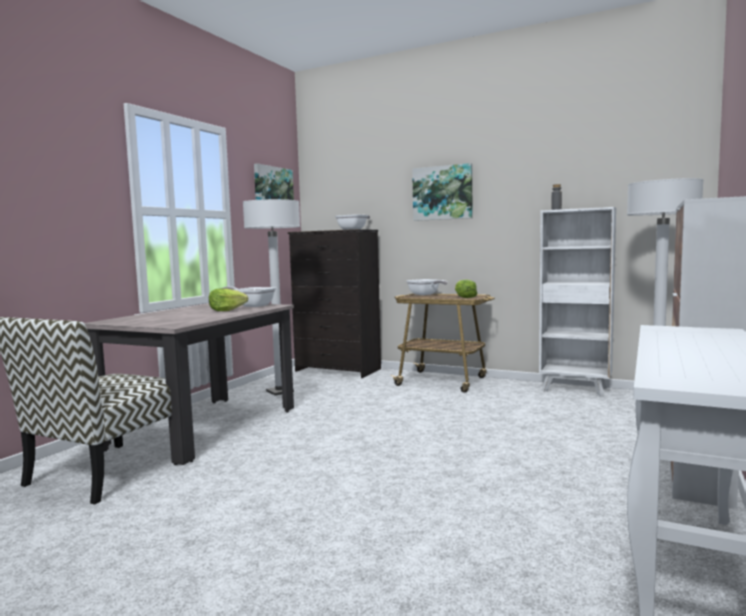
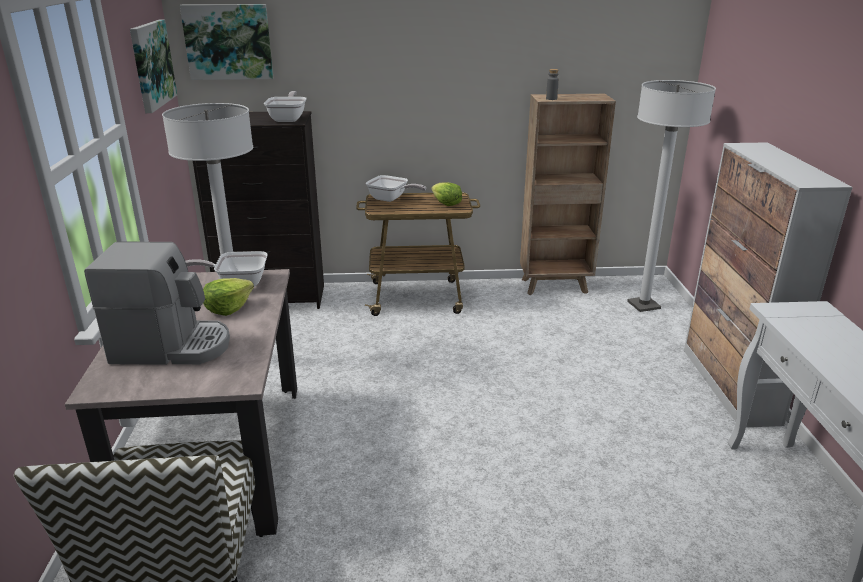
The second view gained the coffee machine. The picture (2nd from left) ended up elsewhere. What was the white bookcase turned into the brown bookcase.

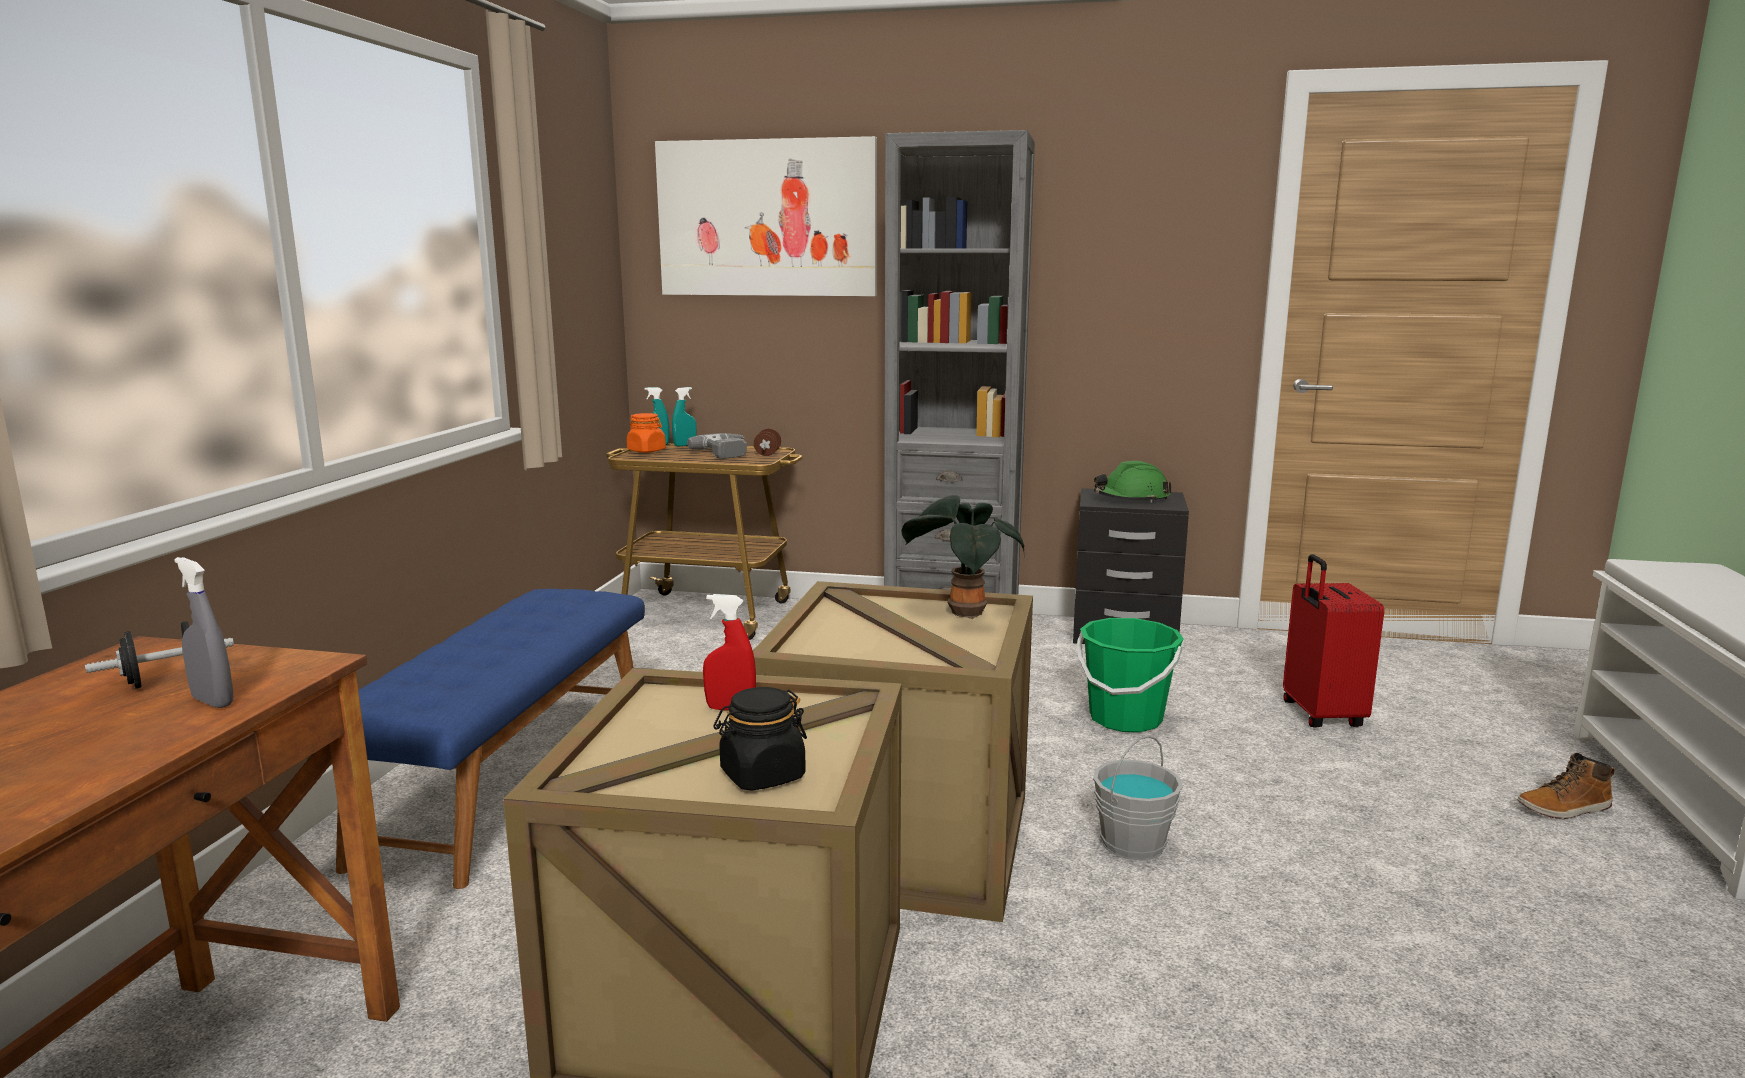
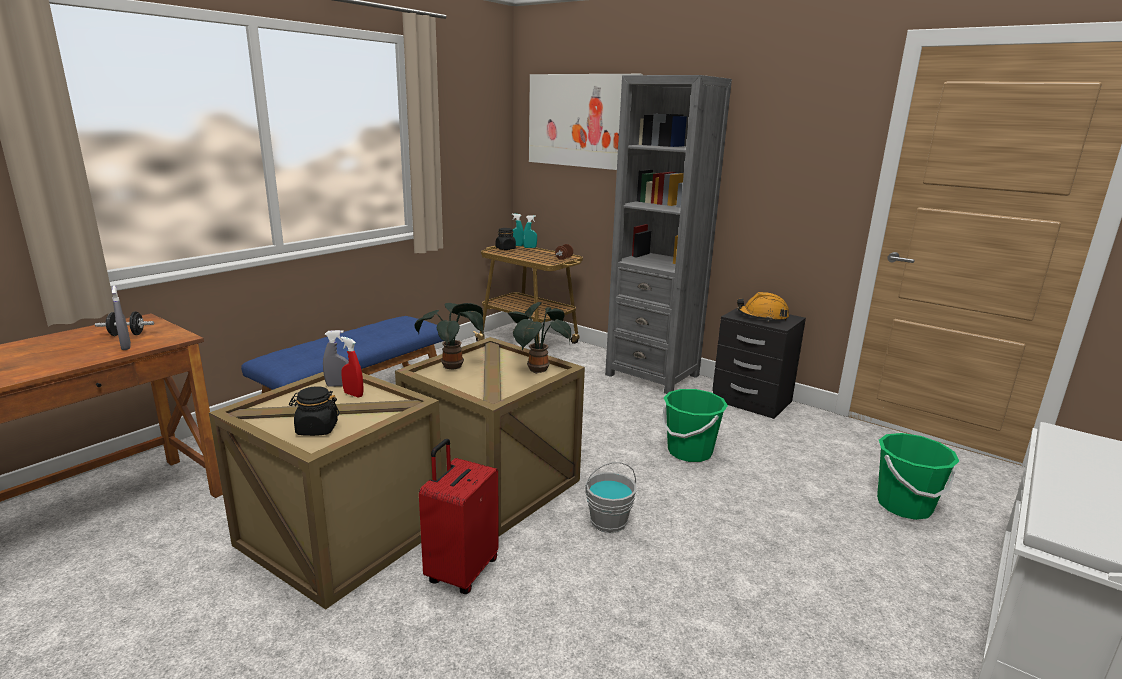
The second view lost the power drill. The second view lost the boot. The second view gained the grey spray bottle (2nd from left). The second view gained the potted plant (1st from left). The second view gained the green bucket (2nd from left). The red suitcase ended up elsewhere. What was the orange jar turned into the black jar (2nd from left). What was the green hard hat turned into the orange hard hat.

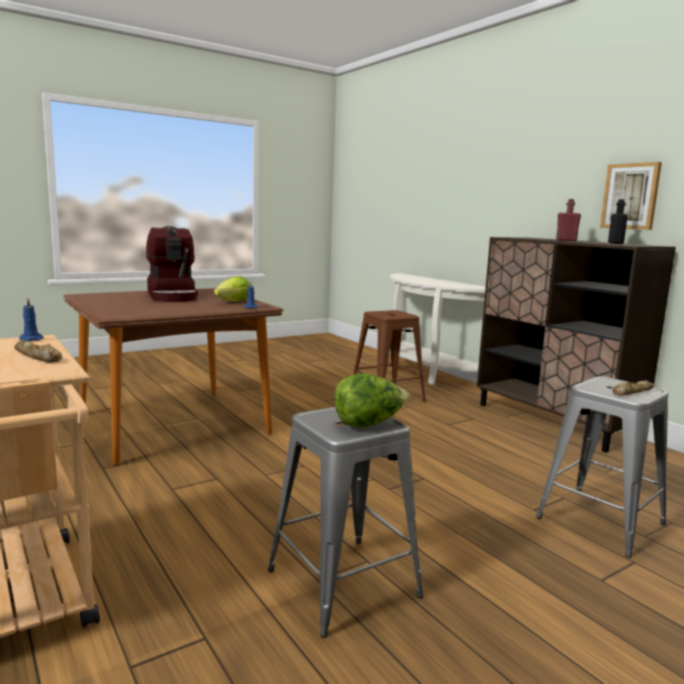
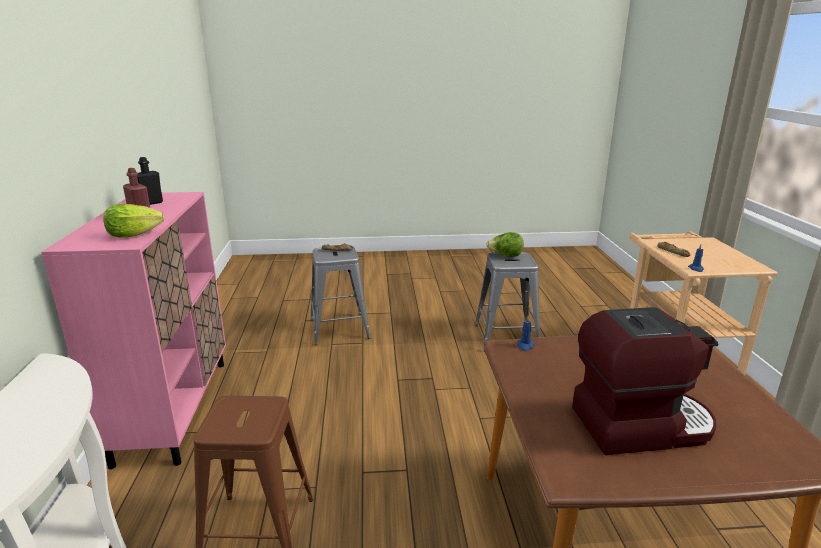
The second view lost the picture. The lettuce (1st from left) ended up elsewhere. What was the brown cabinet turned into the pink cabinet. The coffee machine ended up facing another way, 75 degrees clockwise from before.

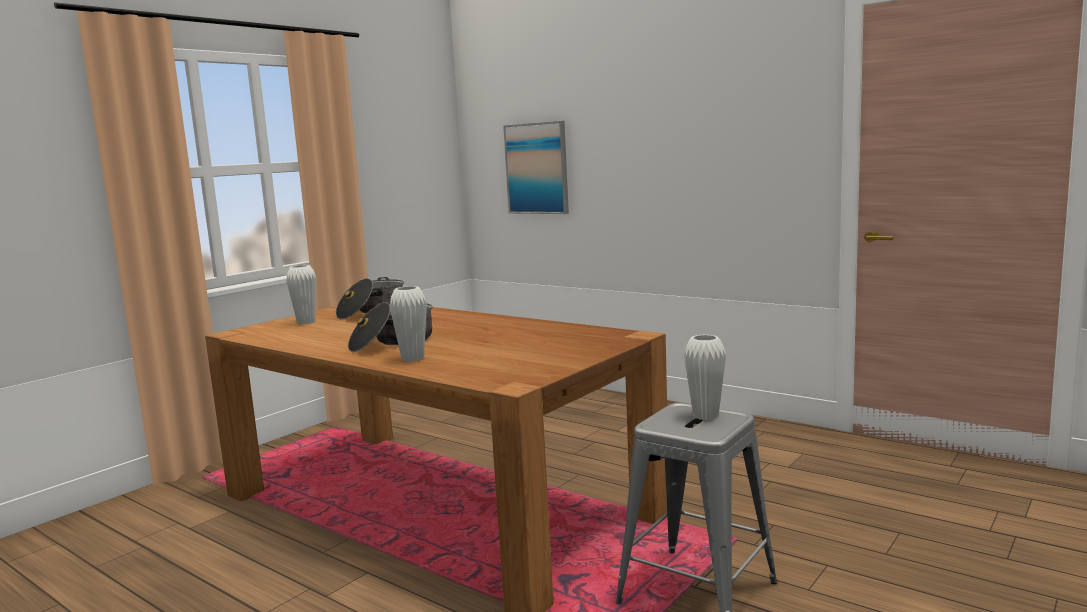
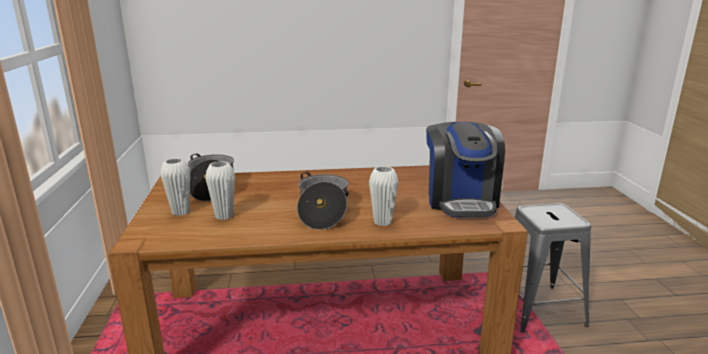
The second view lost the picture. The second view gained the coffee machine. The white vase (3rd from left in the first image) ended up elsewhere.

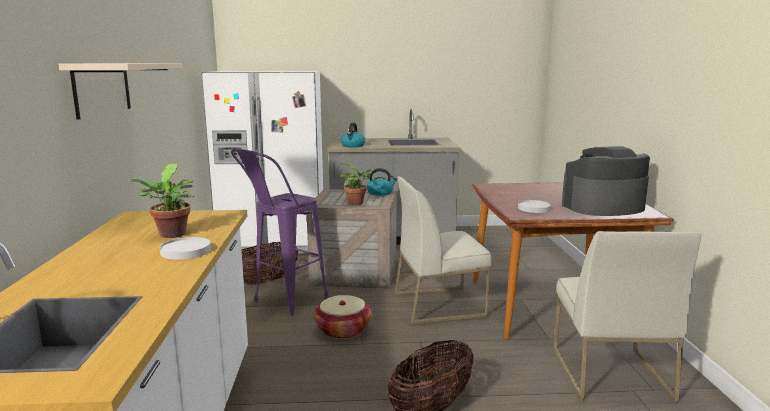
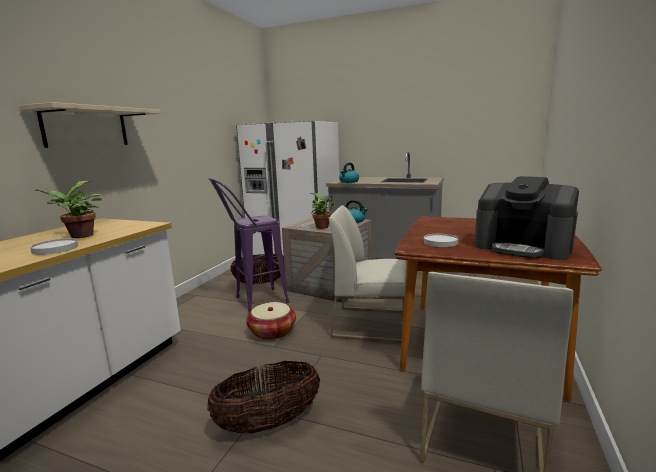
The coffee machine ended up facing another way, 150 degrees counterclockwise from before.

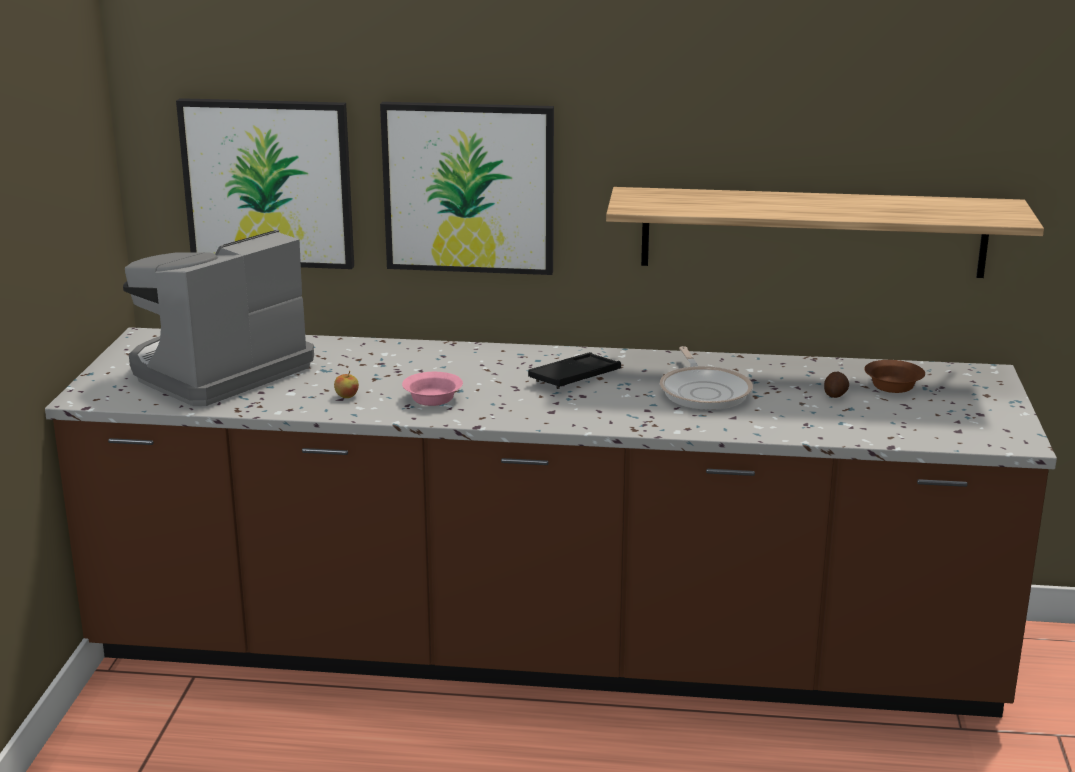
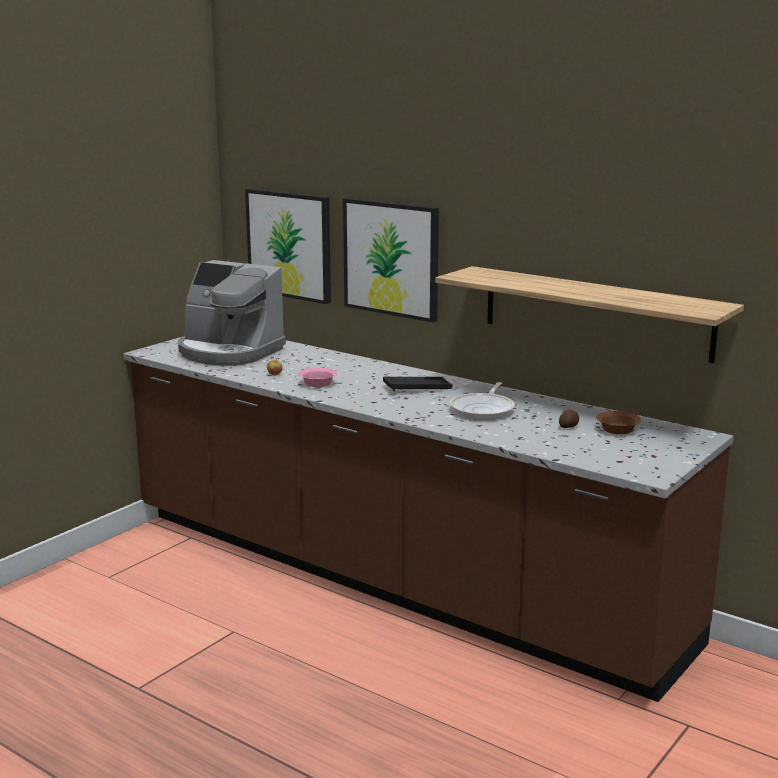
The coffee machine ended up facing another way, 135 degrees counterclockwise from before.

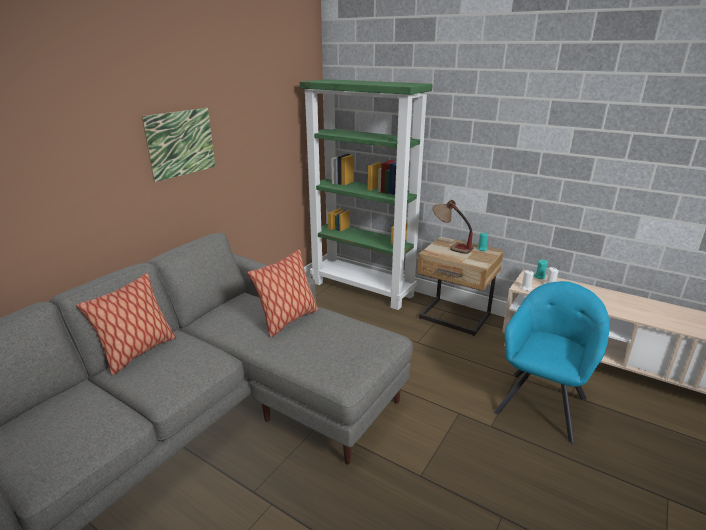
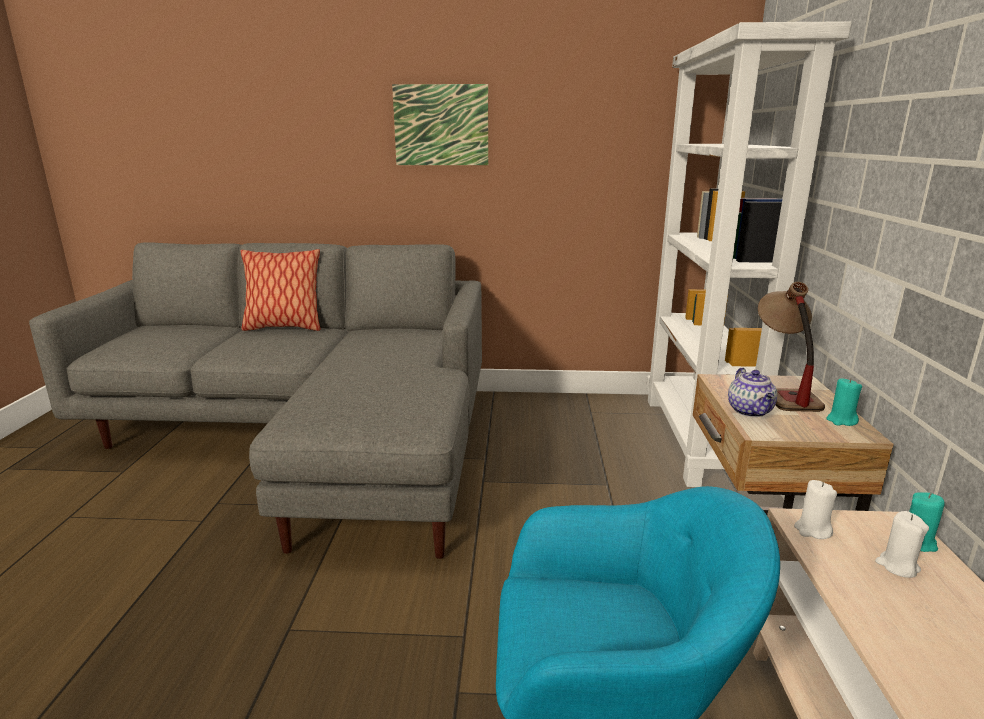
The second view lost the pillow (2nd from left). The second view gained the teapot. What was the green bookcase turned into the white bookcase.

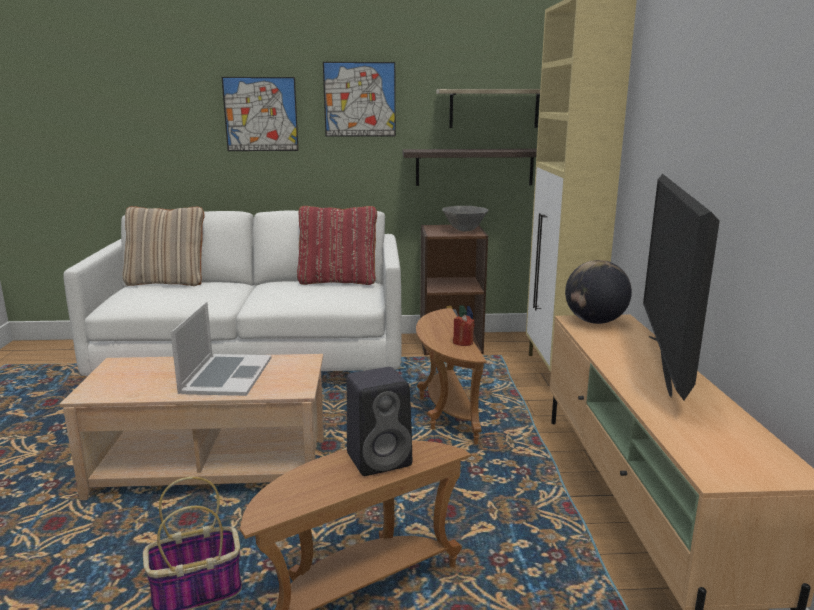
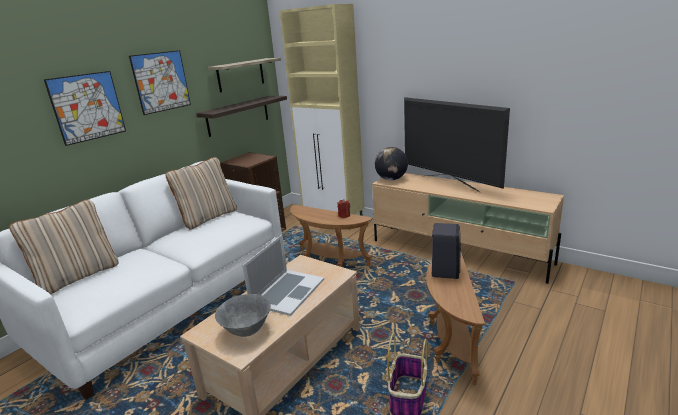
The grey bowl ended up elsewhere. What was the red pillow turned into the beige pillow (2nd from left). The laptop ended up facing another way, 75 degrees clockwise from before.

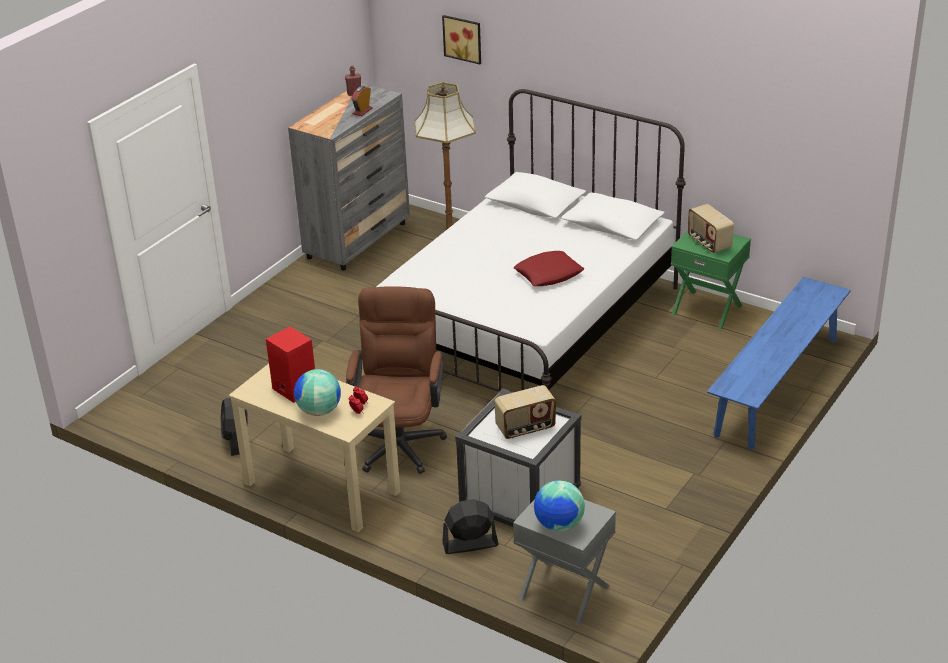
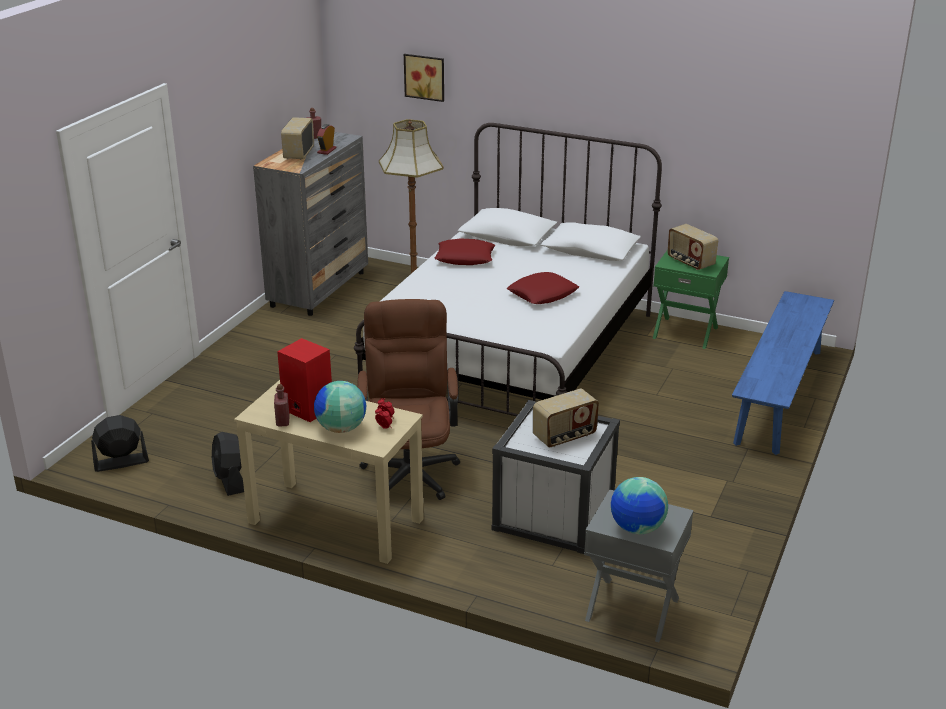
The second view gained the red bottle (1st from left). The second view gained the radio (1st from left). The second view gained the red pillow (1st from left). The black fan (2nd from left in the first image) ended up elsewhere.

